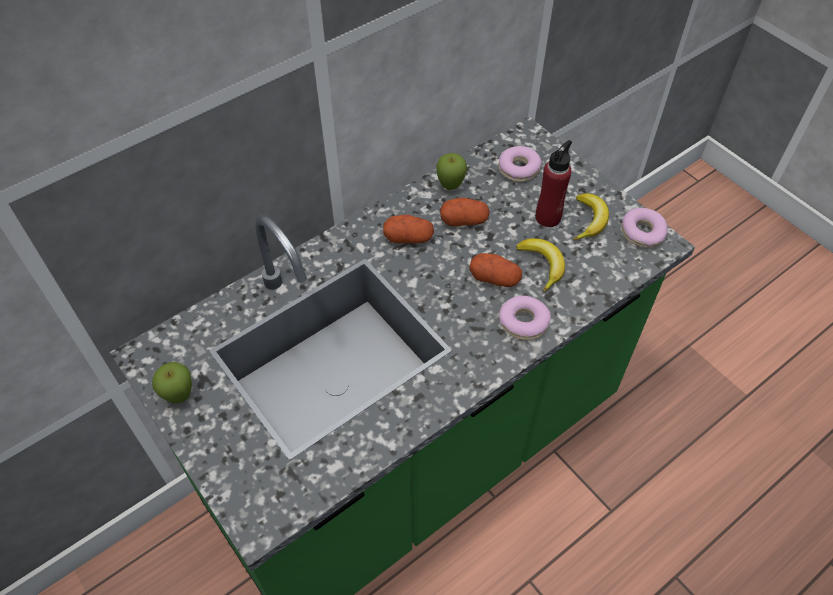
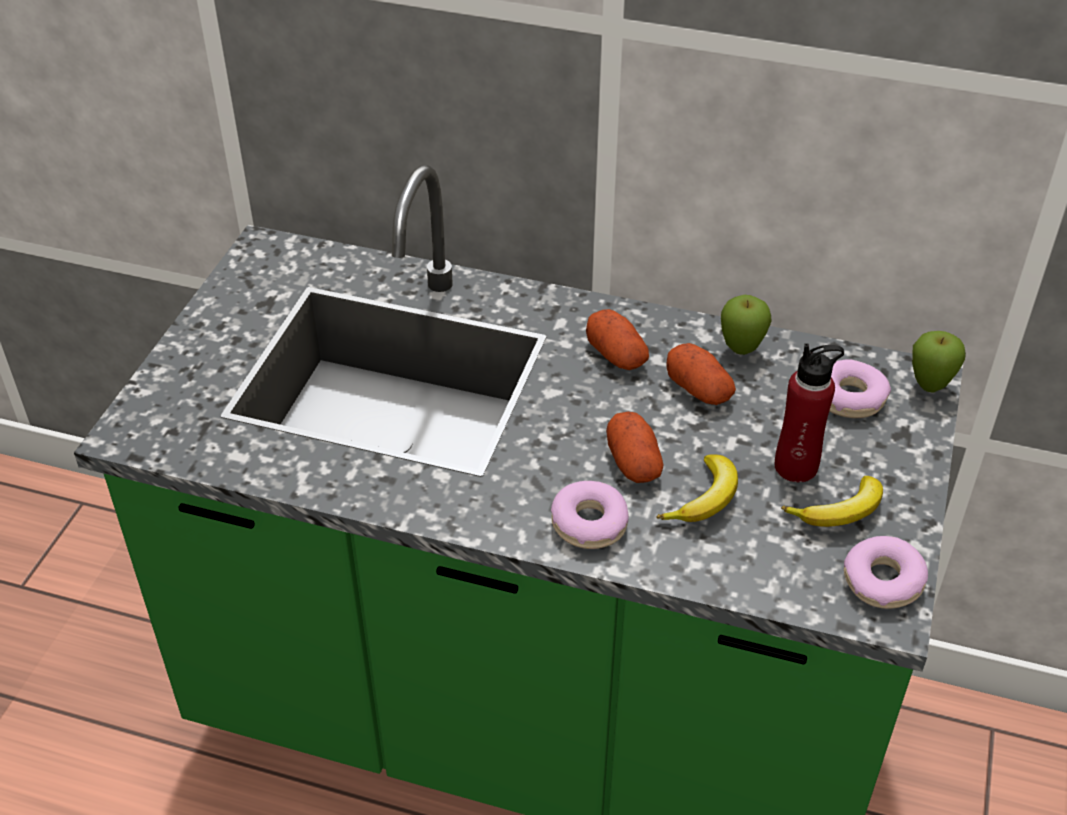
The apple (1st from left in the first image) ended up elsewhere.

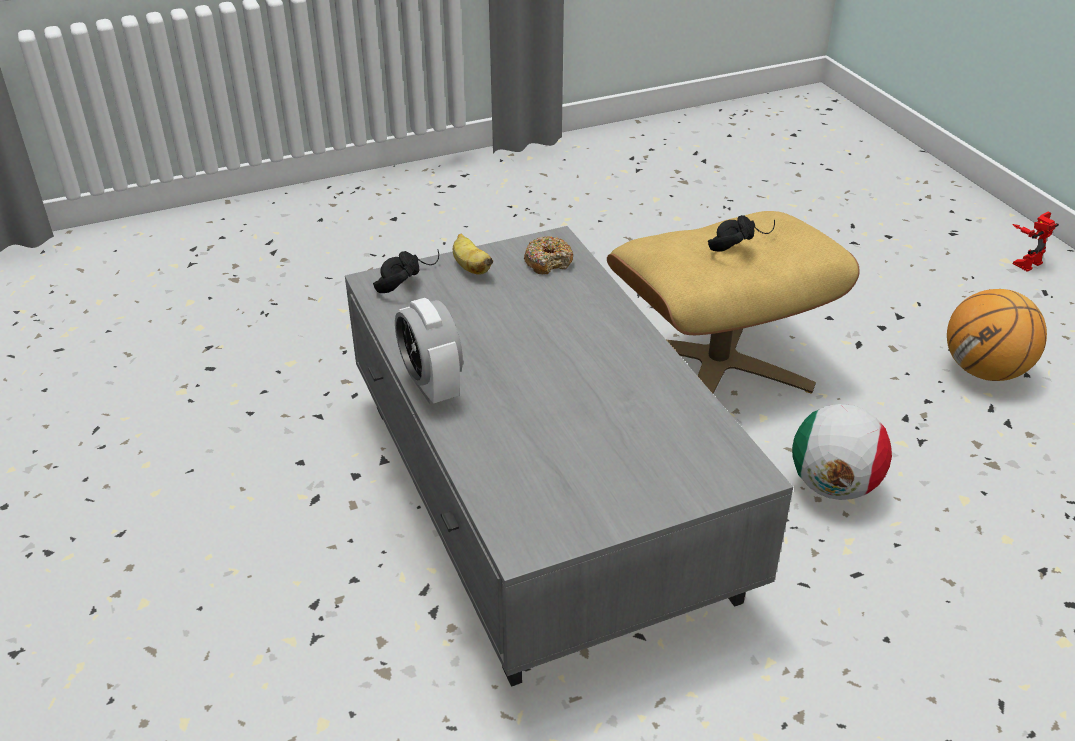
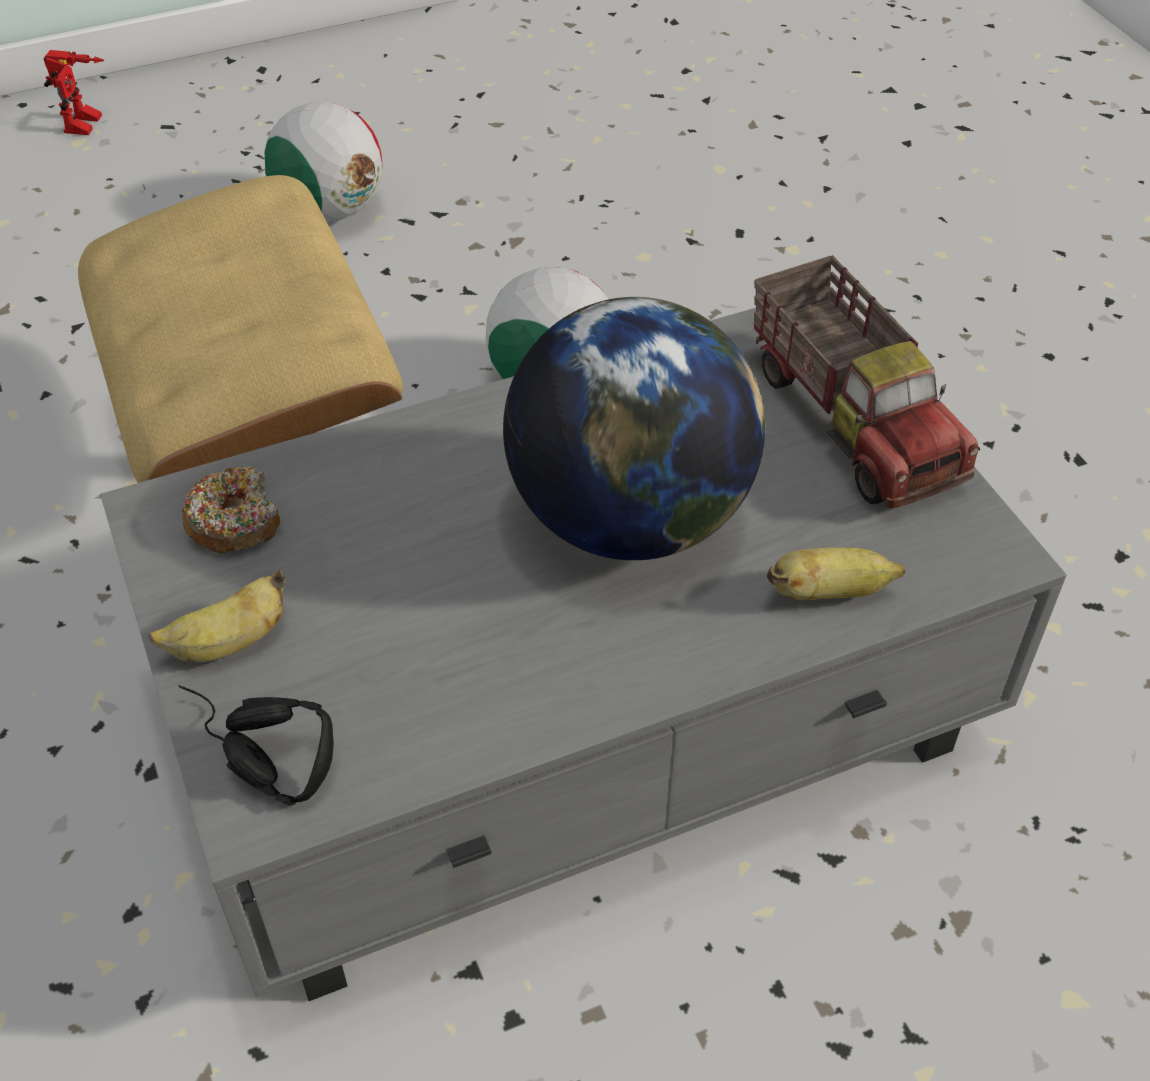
The second view lost the alarm clock. The second view lost the black headphones (2nd from left). The second view gained the globe. The second view gained the toy truck. The second view gained the banana (2nd from left). Where the basketball stood, the football (1st from left) came to stand. The toy robot ended up facing another way, 135 degrees counterclockwise from before.

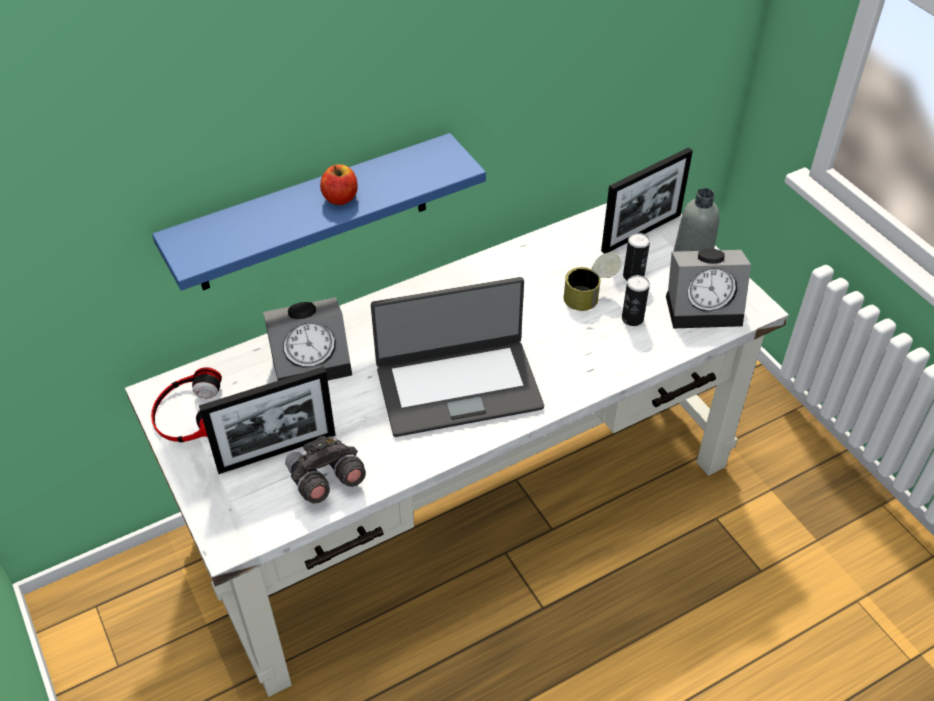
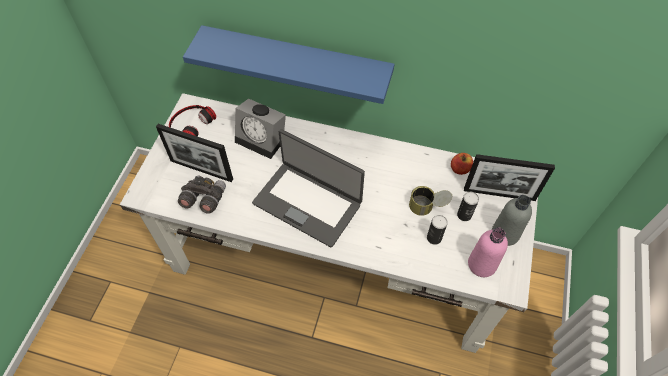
The apple ended up elsewhere. Where the alarm clock (2nd from left) stood, the pink bottle came to stand.

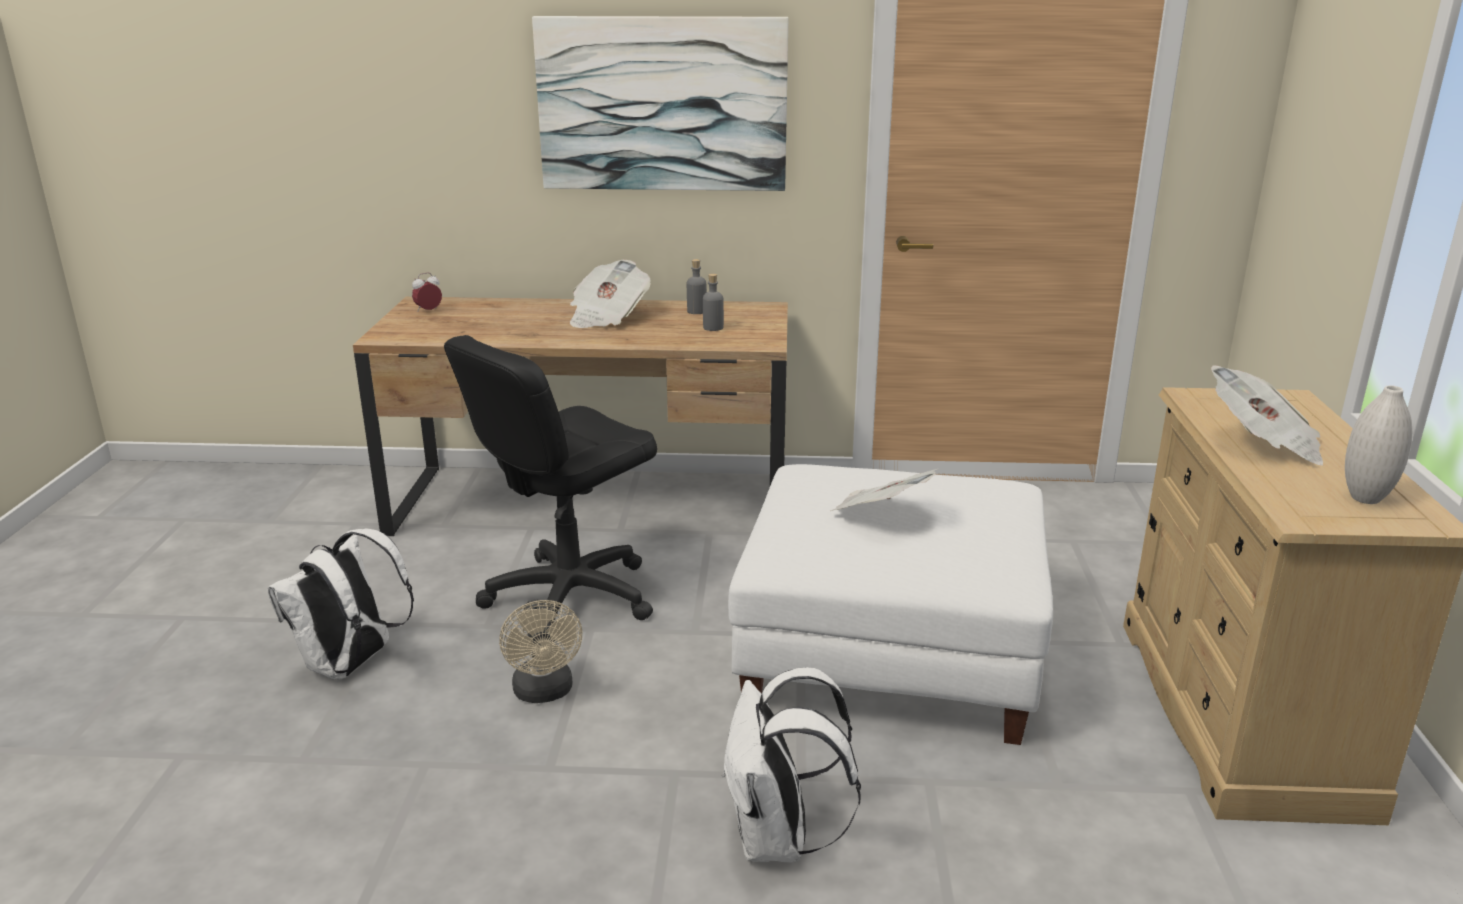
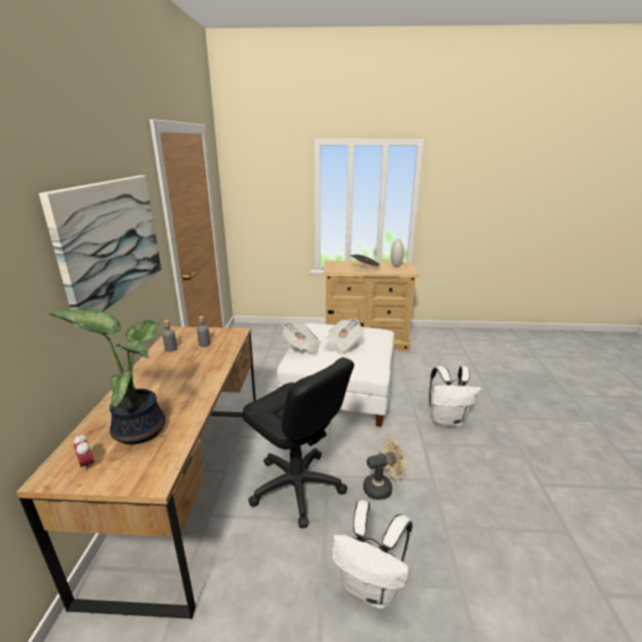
The second view gained the potted plant. The newspaper (1st from left) ended up elsewhere.

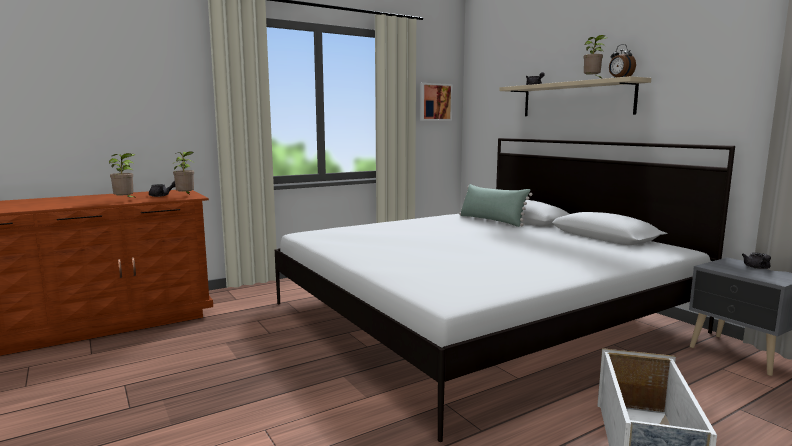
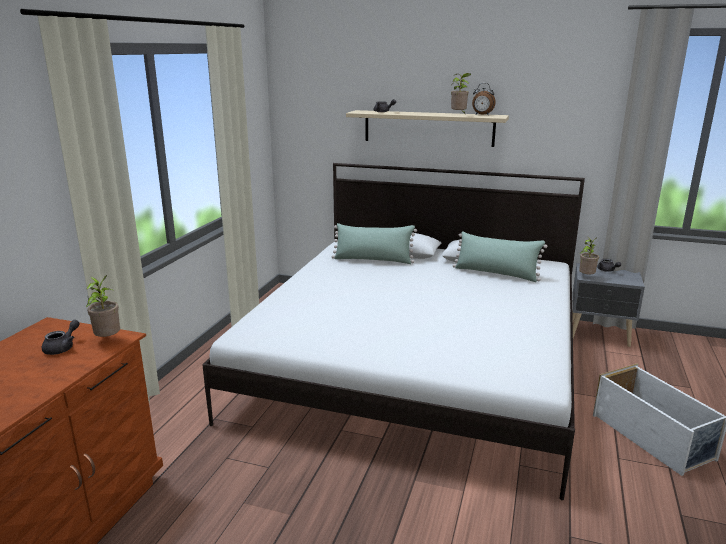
The second view lost the picture. The second view gained the green pillow (2nd from left). The potted plant (1st from left in the first image) ended up elsewhere.

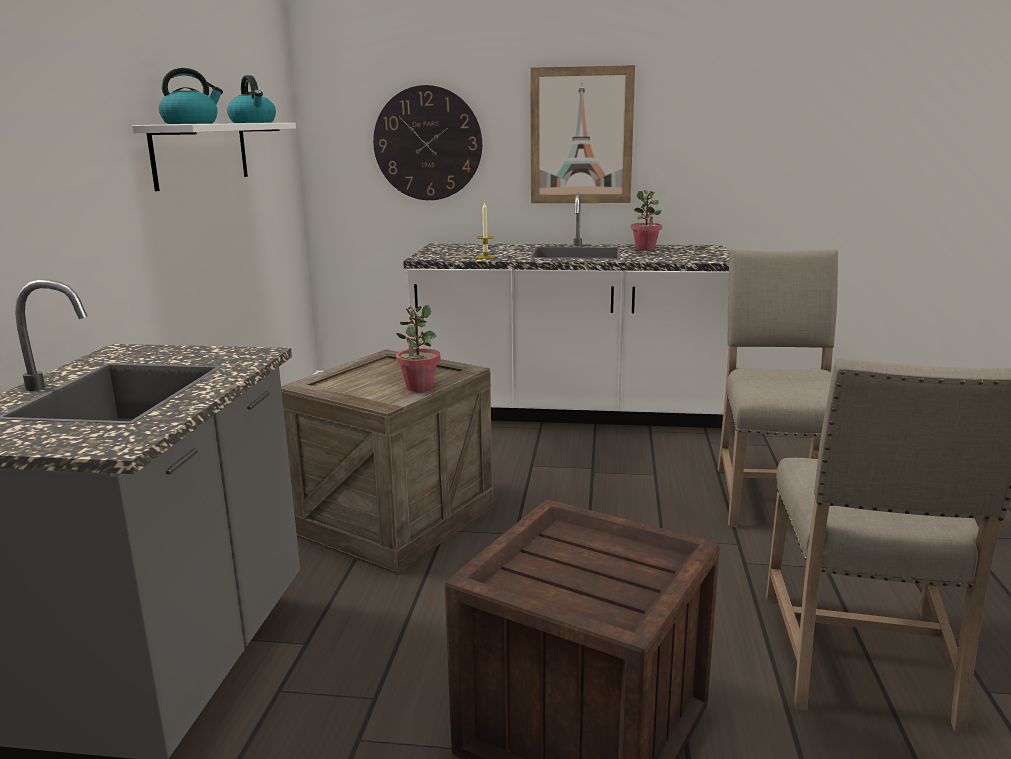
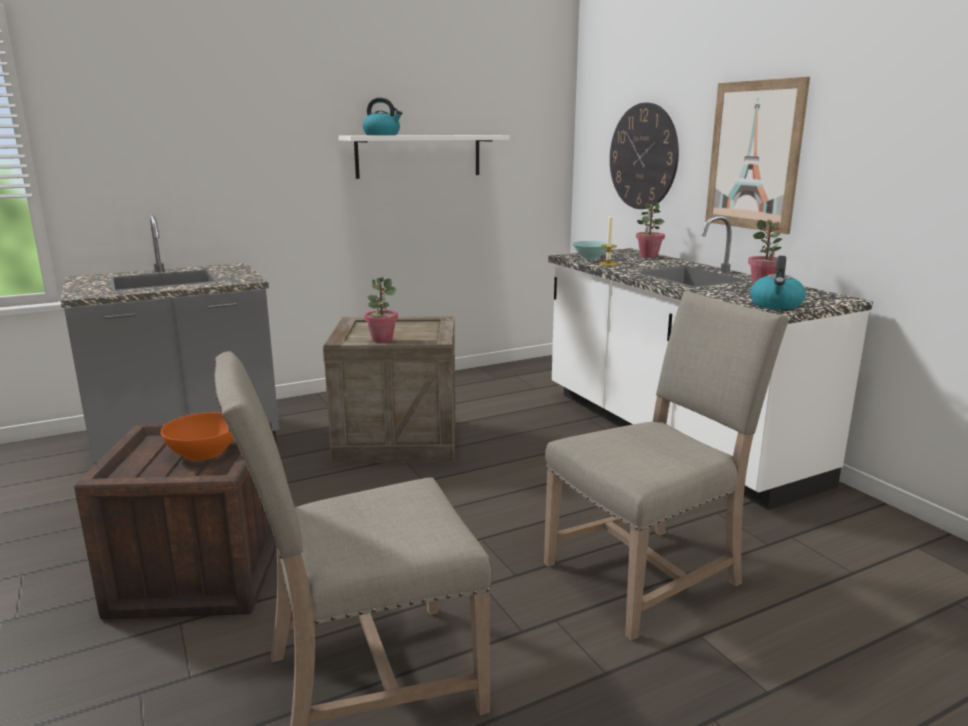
The second view gained the orange bowl. The second view gained the turquoise bowl. The second view gained the potted plant (2nd from left). The kettle (2nd from left) ended up elsewhere.

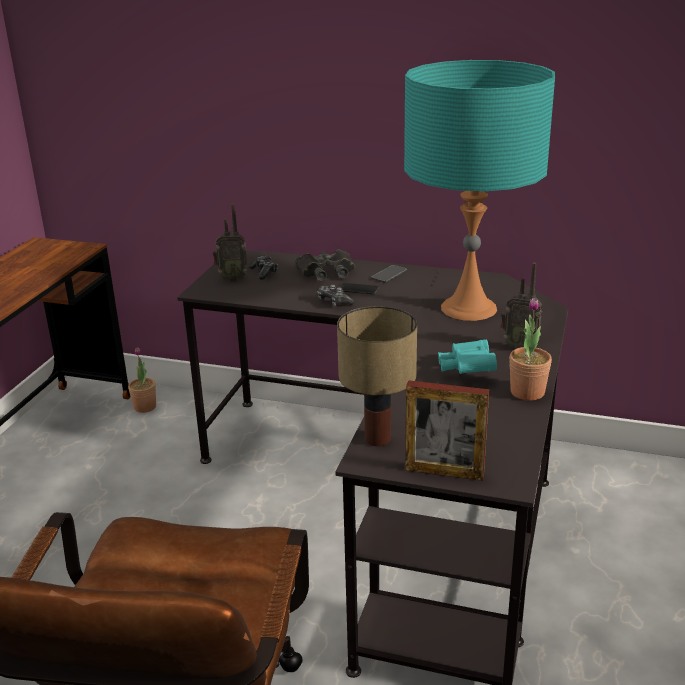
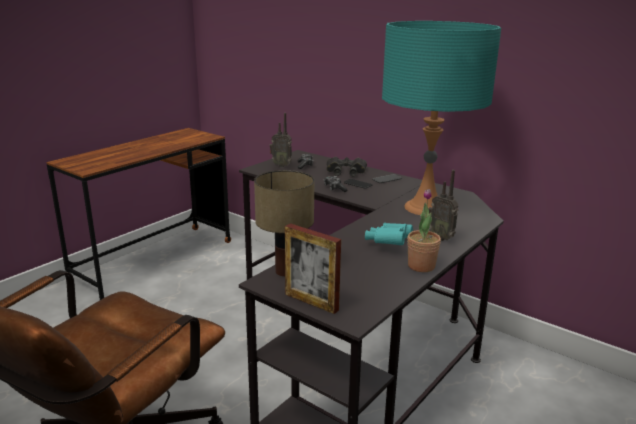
The second view lost the potted plant (1st from left).

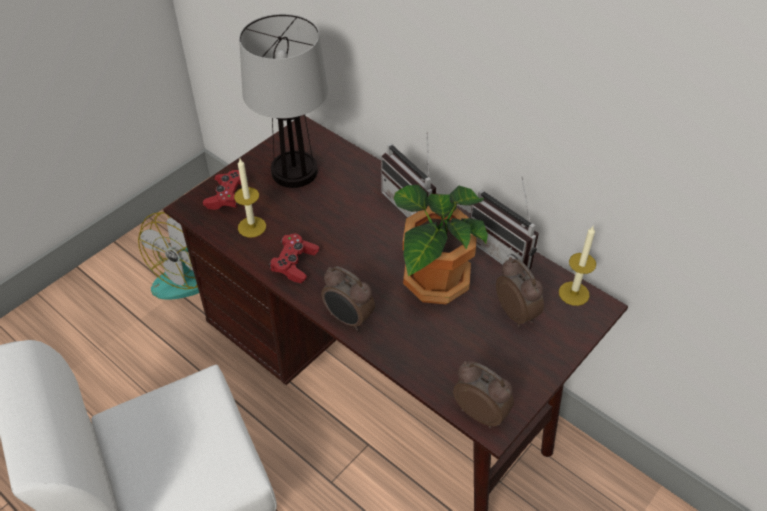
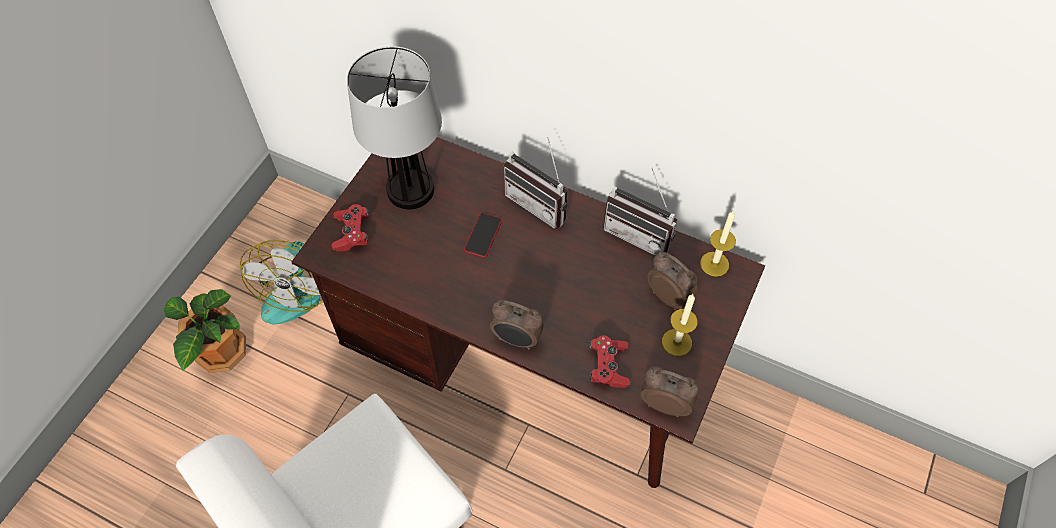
The second view gained the phone. The candle (1st from left) ended up elsewhere. The red game controller (2nd from left) ended up elsewhere. The potted plant ended up elsewhere.

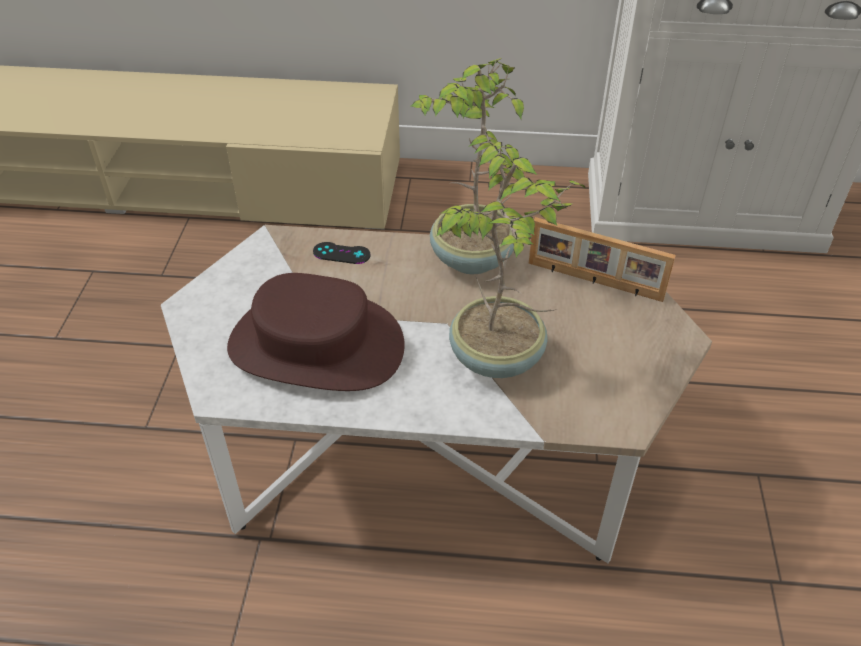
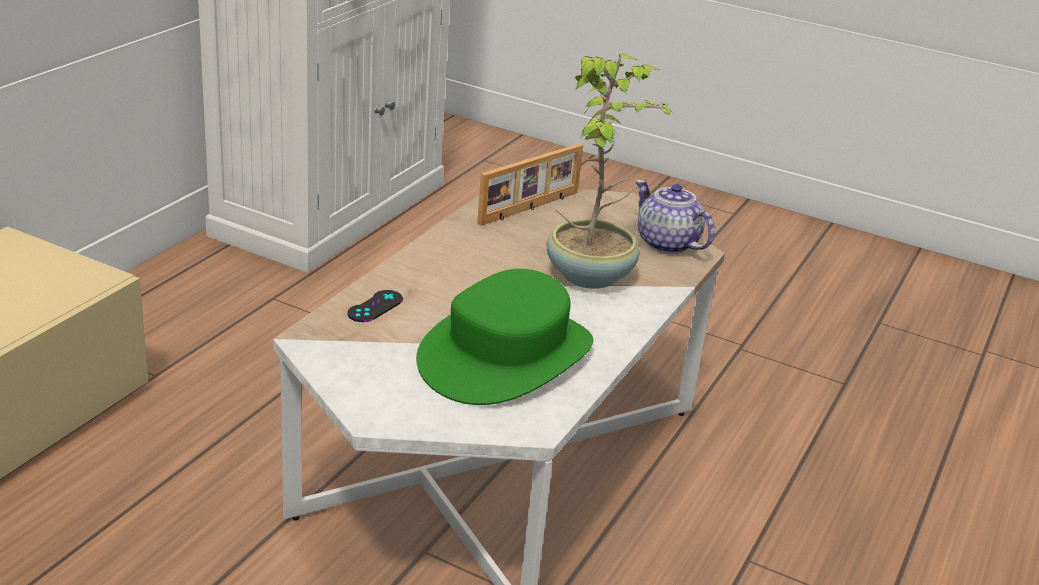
The second view lost the potted plant (1st from left). The second view gained the teapot. What was the brown hat turned into the green hat.

